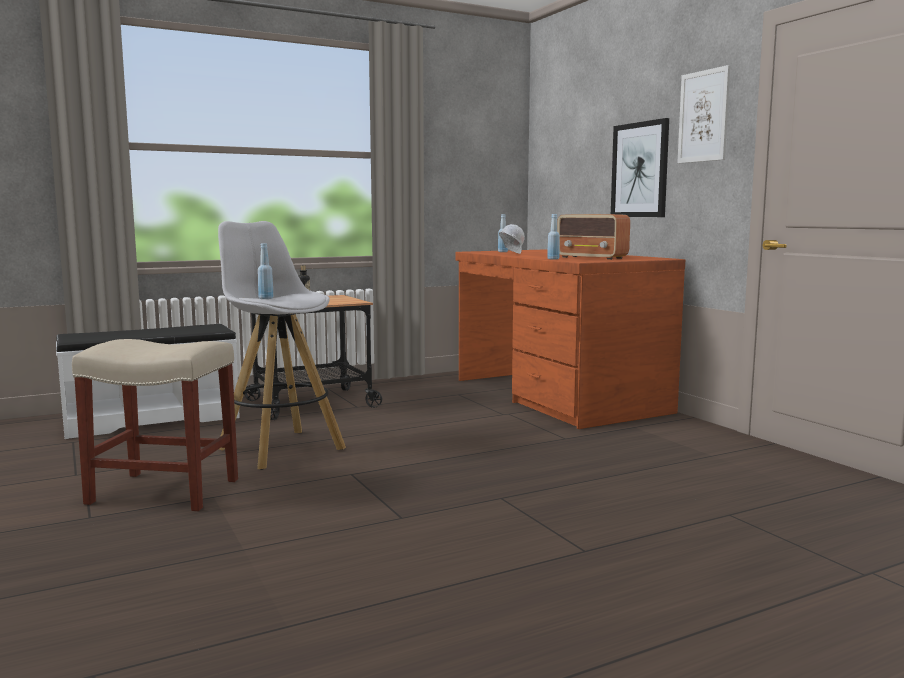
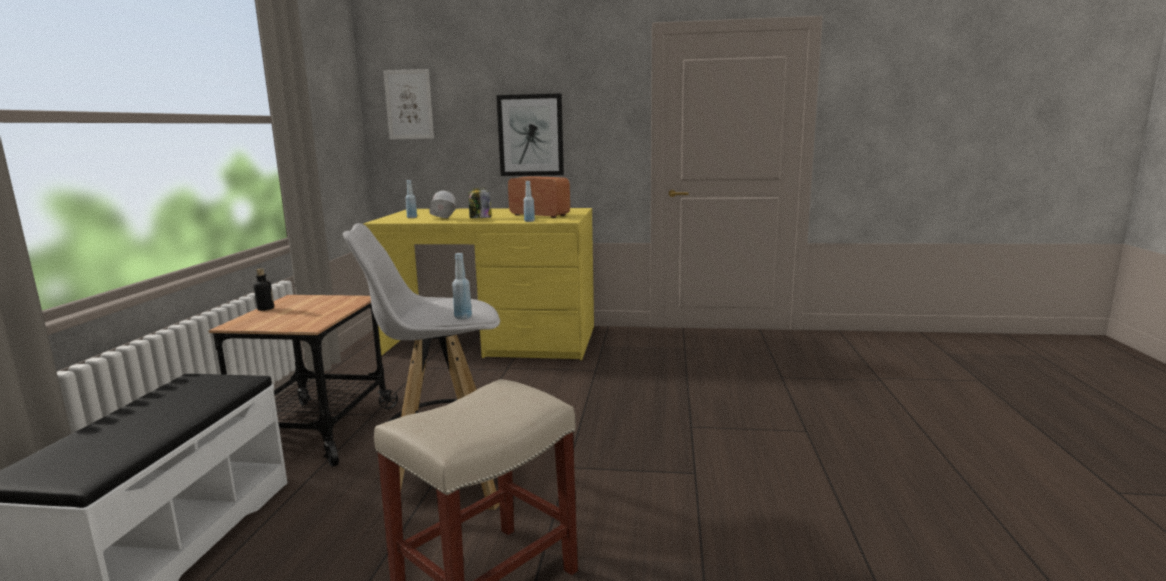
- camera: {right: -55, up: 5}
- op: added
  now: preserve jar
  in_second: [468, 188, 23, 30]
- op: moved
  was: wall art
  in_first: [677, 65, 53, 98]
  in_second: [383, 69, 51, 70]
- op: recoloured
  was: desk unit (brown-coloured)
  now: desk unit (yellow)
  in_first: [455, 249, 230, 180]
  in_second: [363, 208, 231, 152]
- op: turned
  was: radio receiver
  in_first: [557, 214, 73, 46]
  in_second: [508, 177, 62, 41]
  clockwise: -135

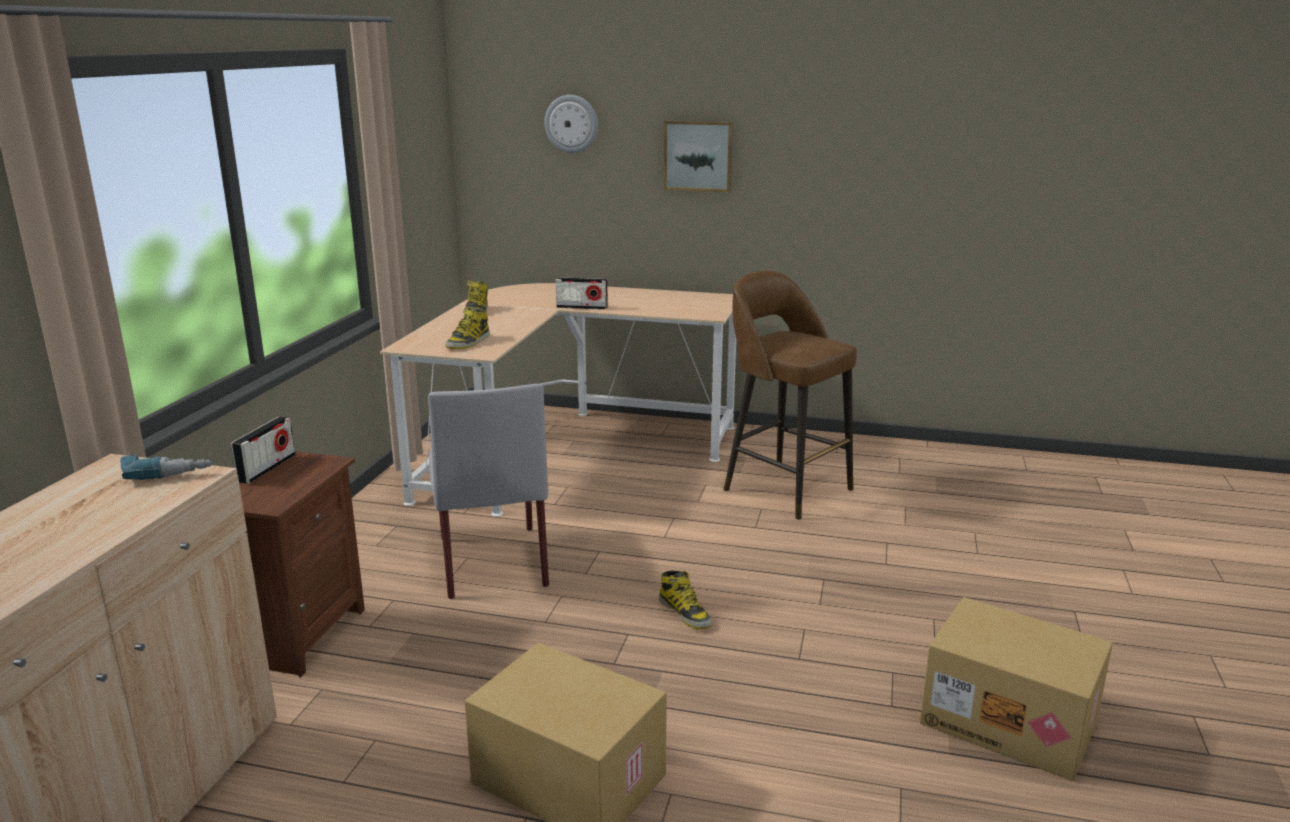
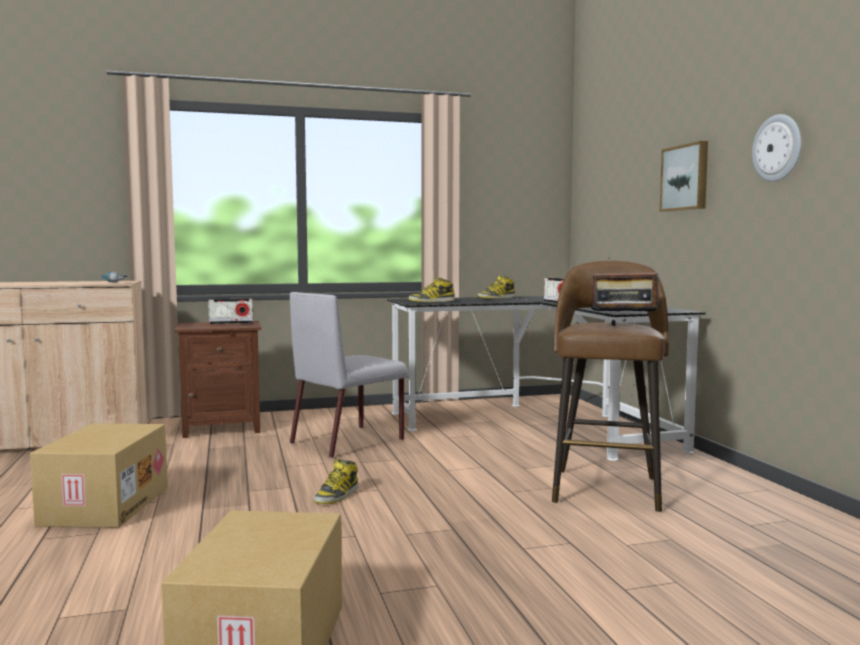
- camera: {right: 60, up: -15}
- op: added
  now: radio receiver
  in_second: [591, 258, 70, 68]
- op: moved
  was: clock on the wall
  in_first: [544, 95, 54, 58]
  in_second: [752, 114, 49, 68]
- op: recoloured
  was: desk unit (sand-coloured)
  now: desk unit (blackish)
  in_first: [380, 283, 356, 234]
  in_second: [387, 296, 318, 165]

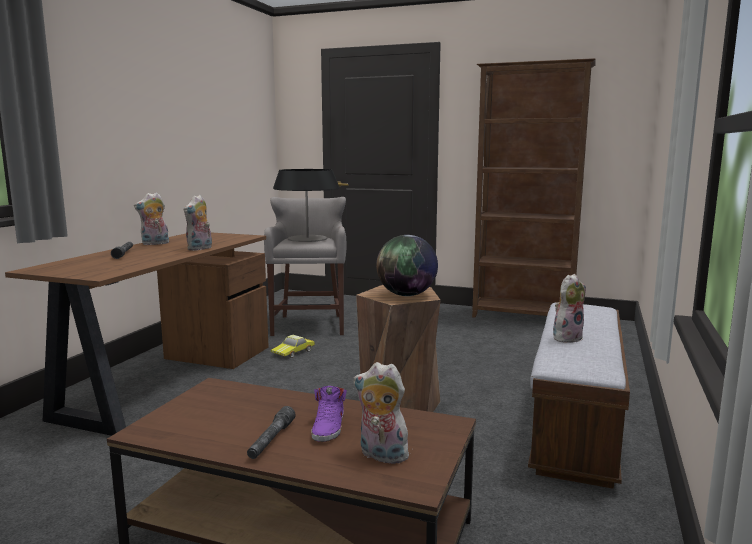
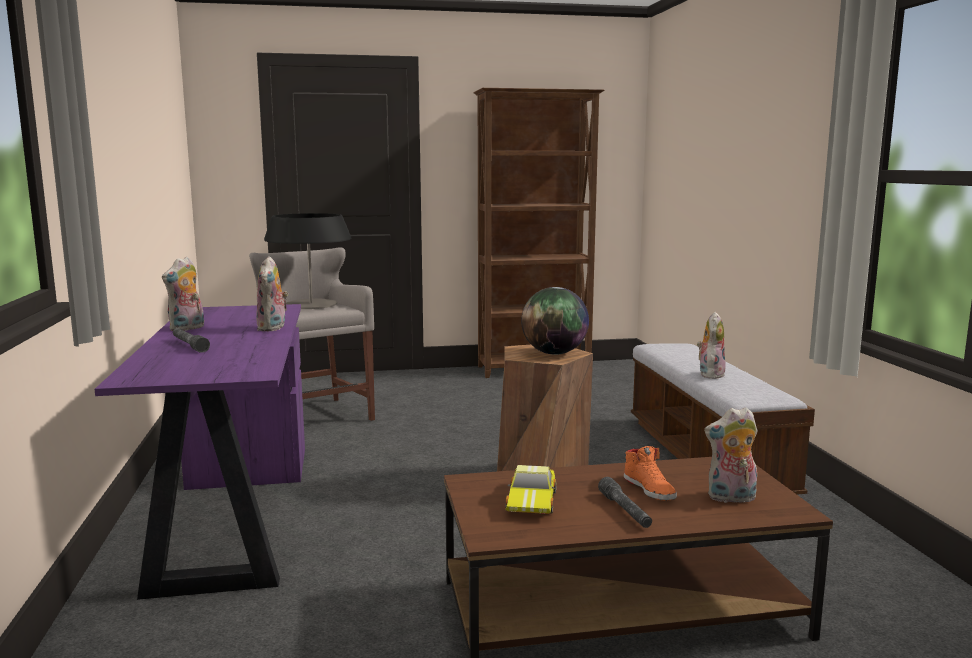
- camera: {right: -30, up: 0}
- op: moved
  was: miniature car
  in_first: [271, 335, 44, 23]
  in_second: [506, 465, 50, 49]
- op: recoloured
  was: desk unit (brown-coloured)
  now: desk unit (purple)
  in_first: [5, 232, 264, 204]
  in_second: [94, 304, 211, 296]
- op: recoloured
  was: item of footwear (purple)
  now: item of footwear (orangey)
  in_first: [311, 386, 36, 56]
  in_second: [624, 446, 53, 55]

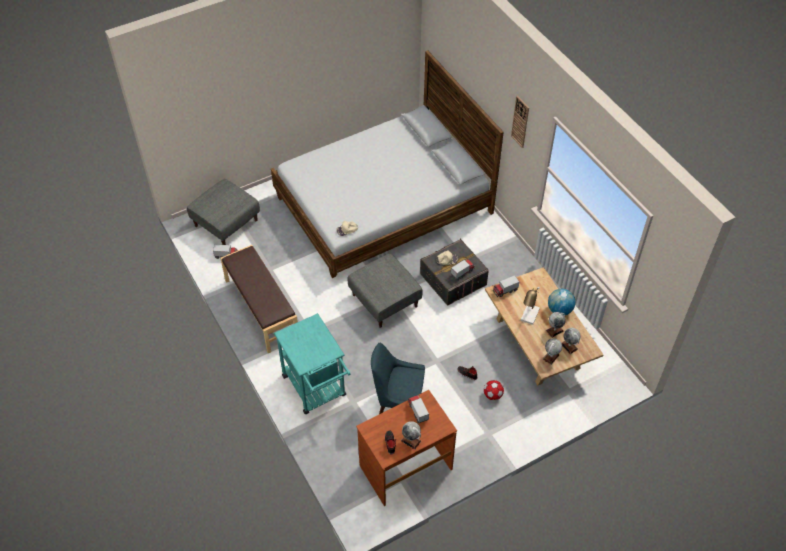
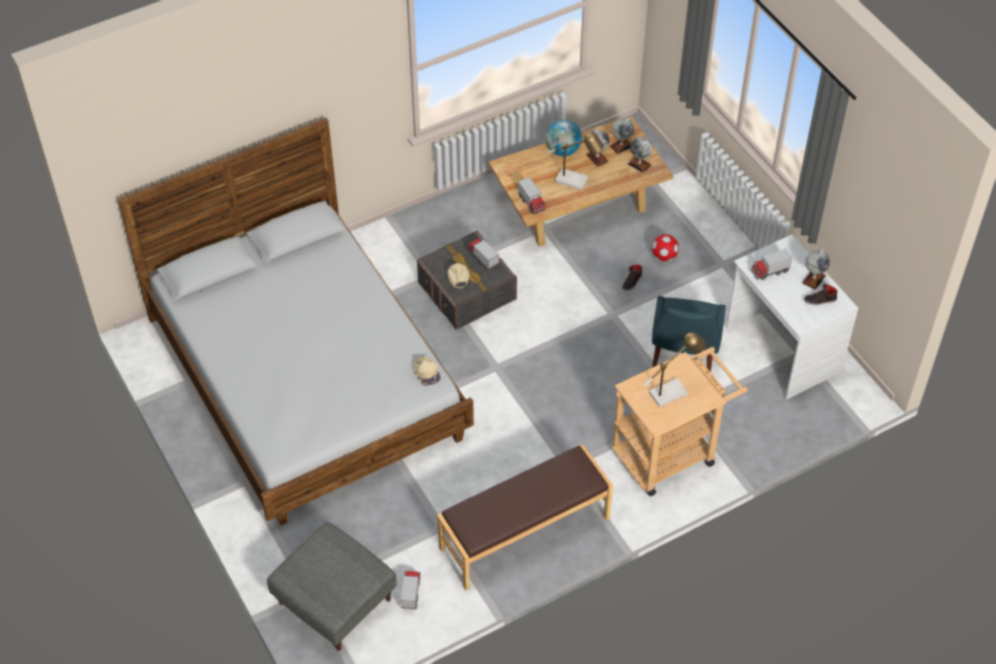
- camera: {right: -90, up: 0}
- op: removed
  was: footrest (gray)
  in_first: [347, 254, 76, 74]
- op: removed
  was: clock on the wall
  in_first: [511, 96, 18, 52]
- op: added
  now: tabletop lamp
  in_second: [643, 332, 63, 75]
- op: recoloured
  was: wheeled cart (turquoise)
  now: wheeled cart (sand-coloured)
  in_first: [274, 313, 76, 101]
  in_second: [612, 347, 136, 149]
- op: recoloured
  was: desk unit (brown-coloured)
  now: desk unit (white-coloured)
  in_first: [356, 390, 101, 116]
  in_second: [726, 235, 132, 165]

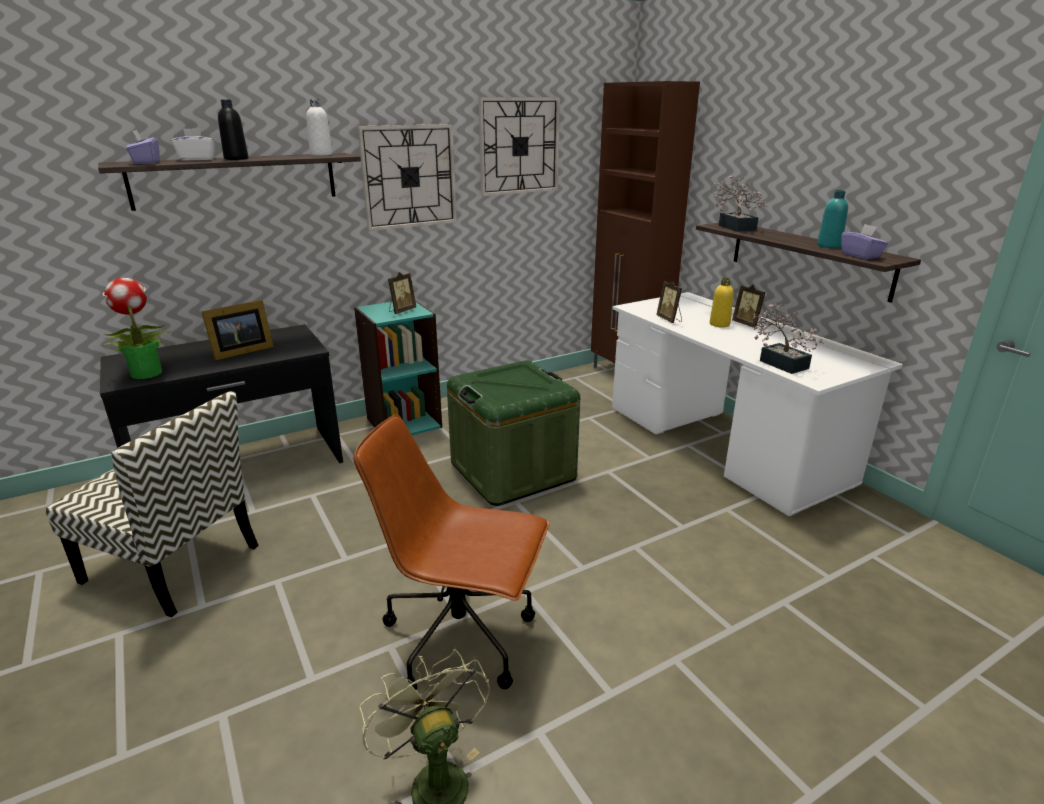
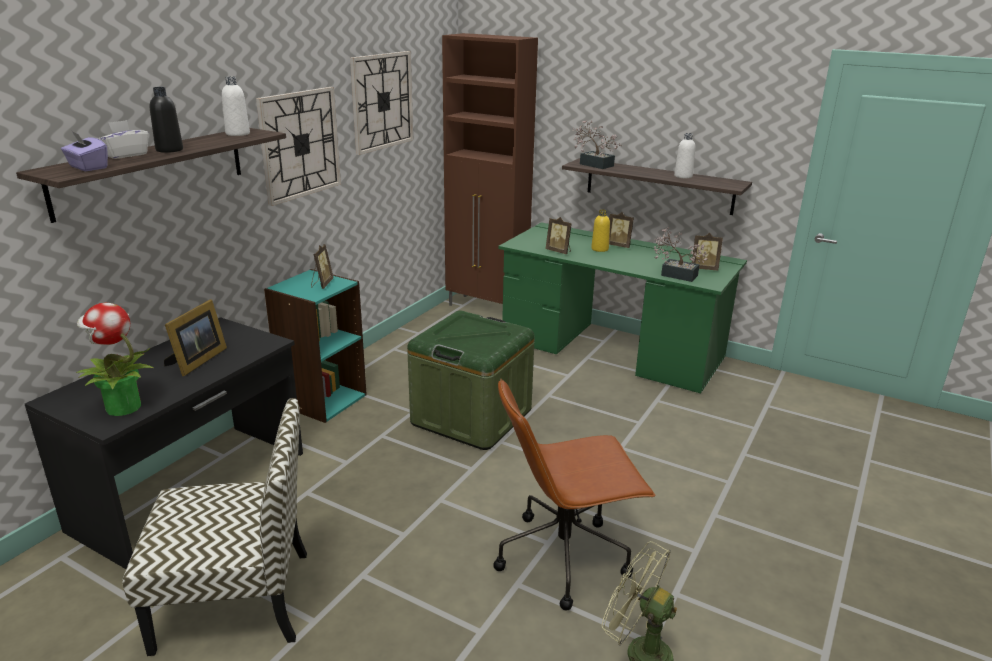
- camera: {right: -30, up: 0}
- op: removed
  was: tissue box (purple)
  in_first: [841, 224, 47, 35]
- op: added
  now: standing frame
  in_second: [692, 233, 31, 37]
- op: recoloured
  was: desk unit (white-coloured)
  now: desk unit (green)
  in_first: [612, 292, 291, 224]
  in_second: [498, 222, 249, 171]
- op: recoloured
  was: drink bottle (turquoise)
  now: drink bottle (white-coloured)
  in_first: [817, 190, 31, 58]
  in_second: [674, 133, 21, 45]

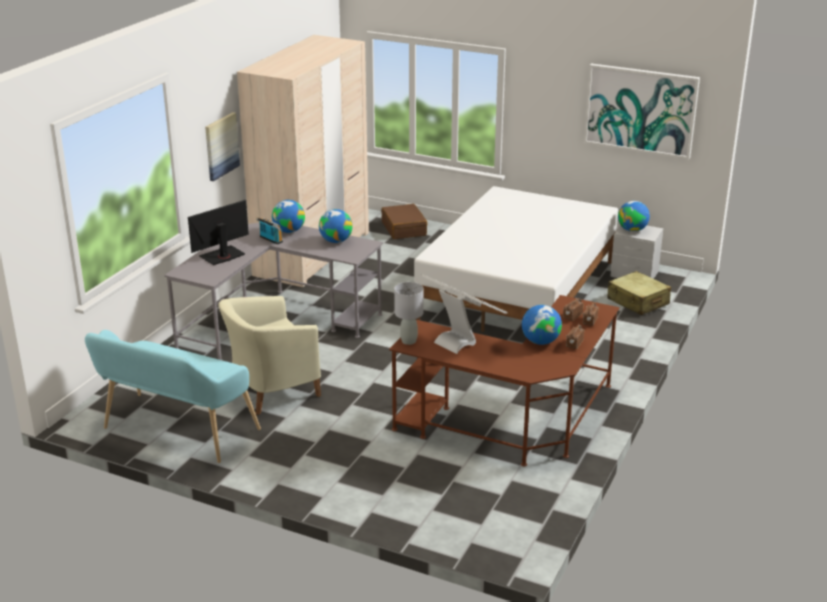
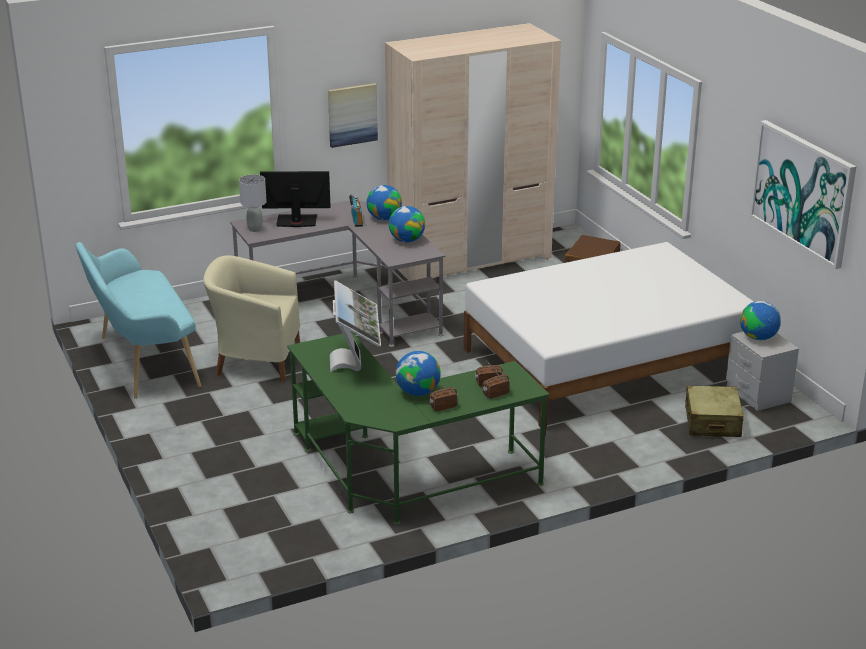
- camera: {right: 40, up: 0}
- op: moved
  was: tabletop lamp (gray)
  in_first: [394, 282, 30, 63]
  in_second: [239, 174, 28, 58]
- op: recoloured
  was: desk unit (brown-coloured)
  now: desk unit (green)
  in_first: [389, 295, 231, 172]
  in_second: [287, 332, 263, 193]

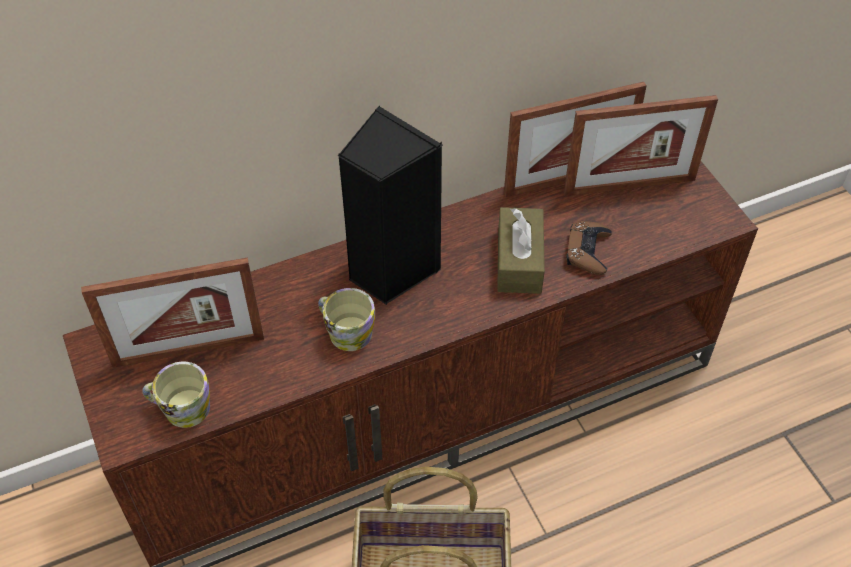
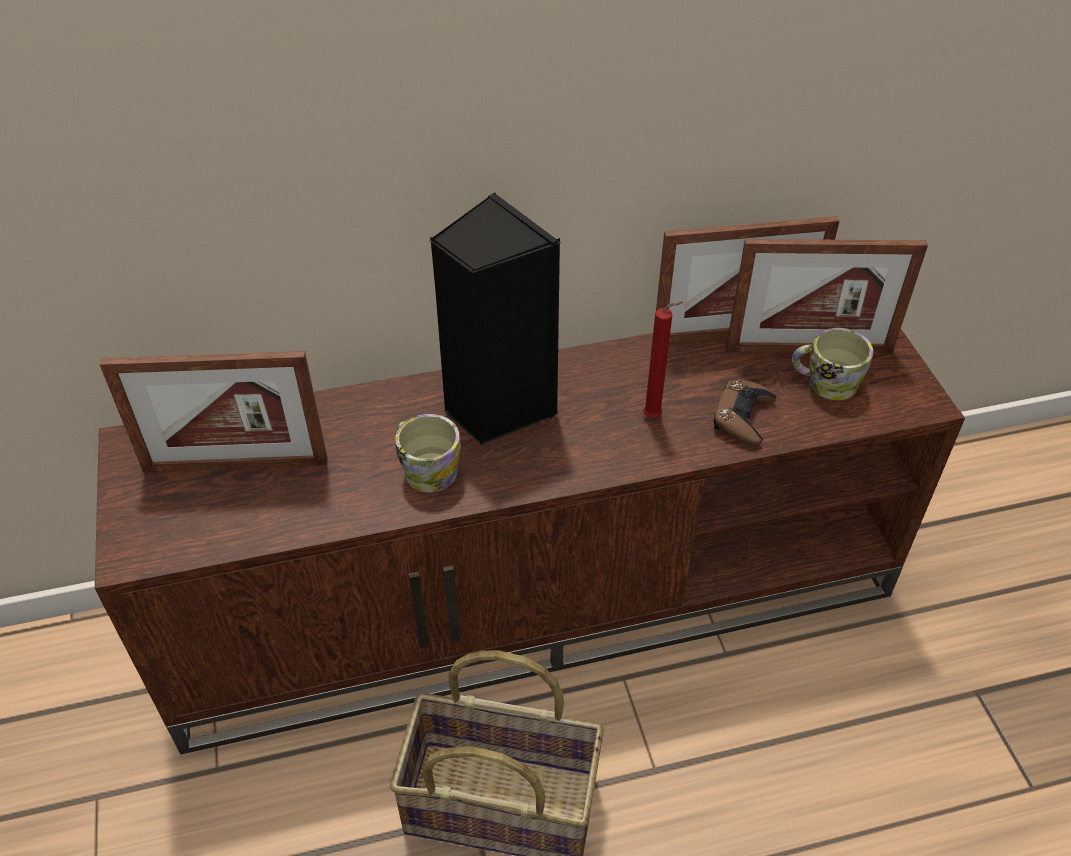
- camera: {right: 10, up: -5}
- op: moved
  was: tea mug
  in_first: [142, 362, 68, 66]
  in_second: [792, 328, 81, 72]
- op: replaced
  was: tissue box (brown-coloured)
  now: candle (reddish)
  in_first: [497, 207, 48, 87]
  in_second: [643, 301, 40, 117]

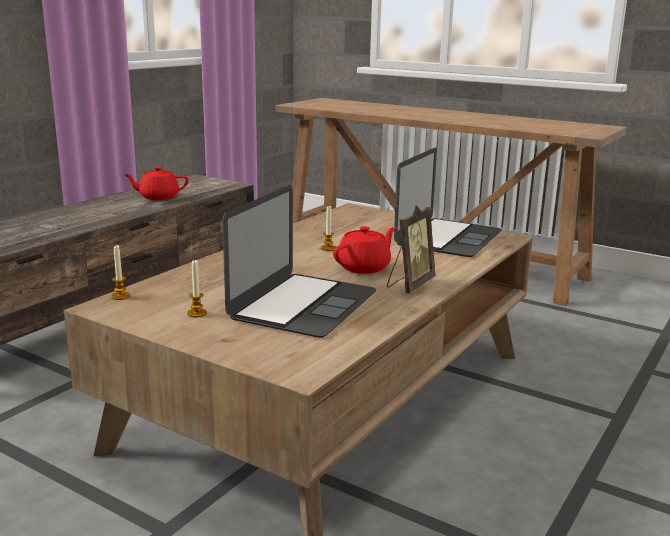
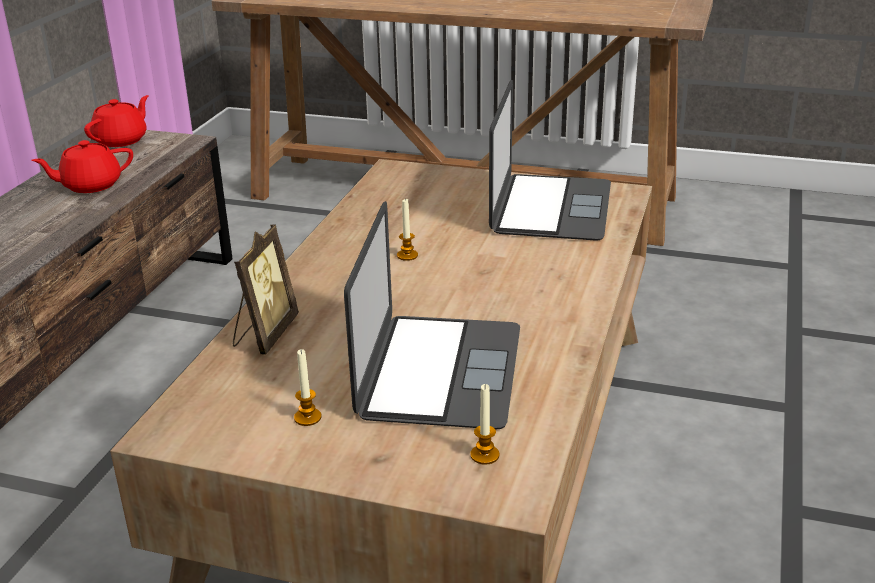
- camera: {right: -15, up: 10}
- op: moved
  was: candle
  in_first: [111, 245, 19, 55]
  in_second: [470, 384, 29, 81]
- op: moved
  was: pot for tea (reddish)
  in_first: [333, 226, 63, 48]
  in_second: [84, 95, 64, 52]
- op: moved
  was: standing frame
  in_first: [387, 205, 48, 88]
  in_second: [233, 224, 66, 130]

